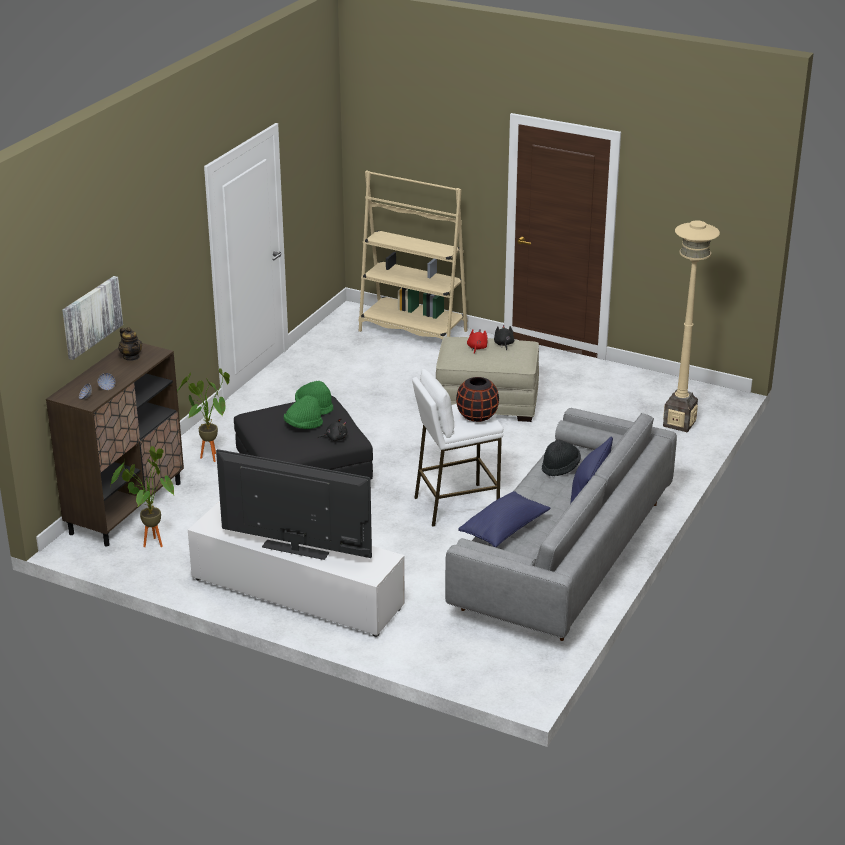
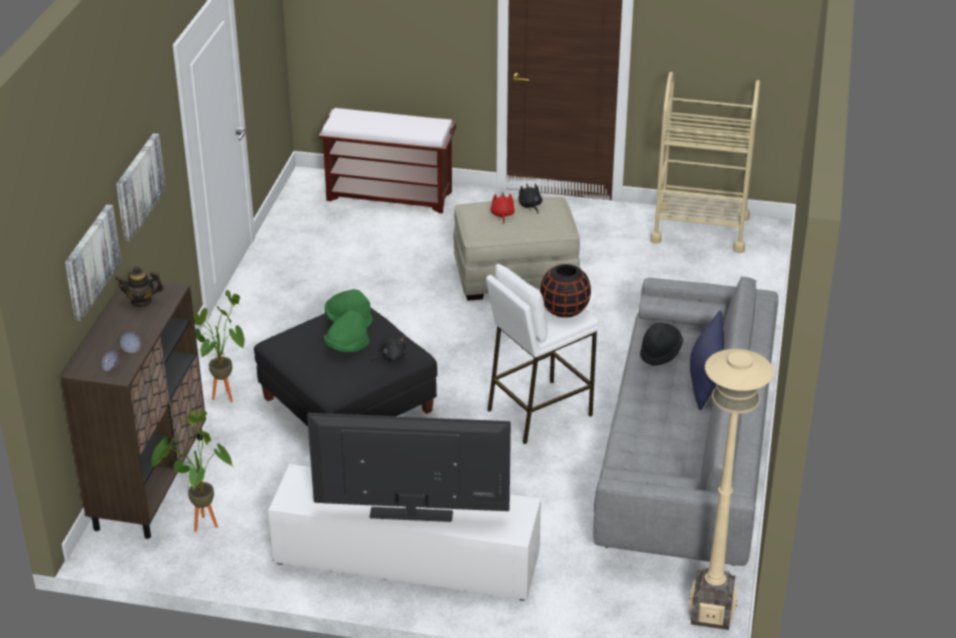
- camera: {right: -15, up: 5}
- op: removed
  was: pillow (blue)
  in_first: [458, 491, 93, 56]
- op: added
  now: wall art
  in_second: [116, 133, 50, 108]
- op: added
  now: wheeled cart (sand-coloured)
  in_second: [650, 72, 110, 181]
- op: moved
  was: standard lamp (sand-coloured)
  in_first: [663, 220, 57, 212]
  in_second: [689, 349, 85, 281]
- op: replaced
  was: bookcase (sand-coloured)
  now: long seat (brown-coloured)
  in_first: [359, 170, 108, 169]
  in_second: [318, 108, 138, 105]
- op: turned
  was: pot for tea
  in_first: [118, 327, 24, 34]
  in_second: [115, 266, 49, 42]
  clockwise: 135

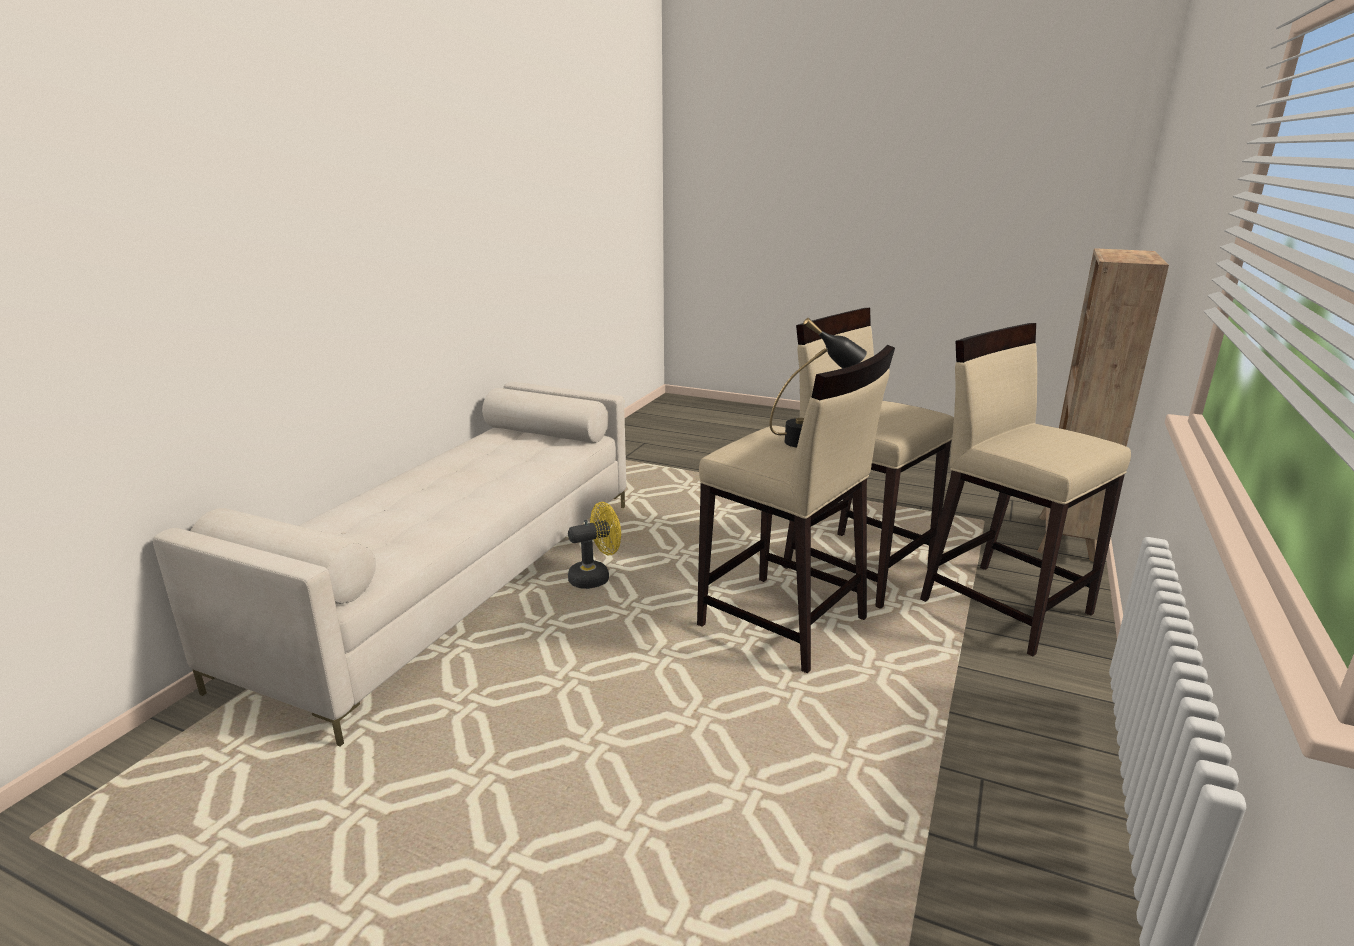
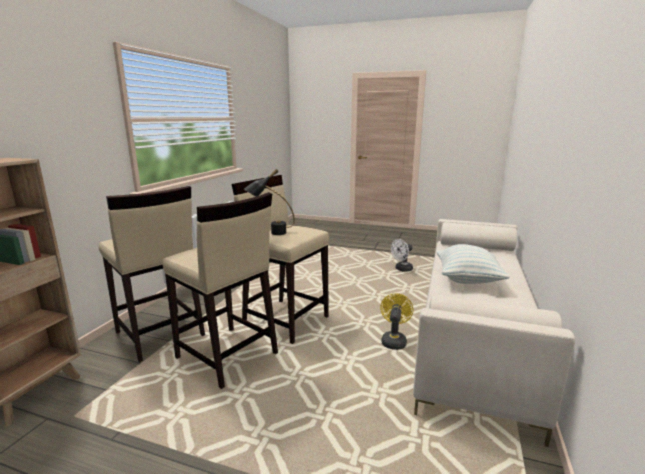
- camera: {right: 175, up: -5}
- op: added
  now: fan (white-coloured)
  in_second: [391, 239, 22, 33]
- op: added
  now: pillow
  in_second: [436, 244, 74, 40]
- op: turned
  was: fan (yellow)
  in_first: [568, 502, 53, 87]
  in_second: [380, 293, 34, 57]
  clockwise: 135

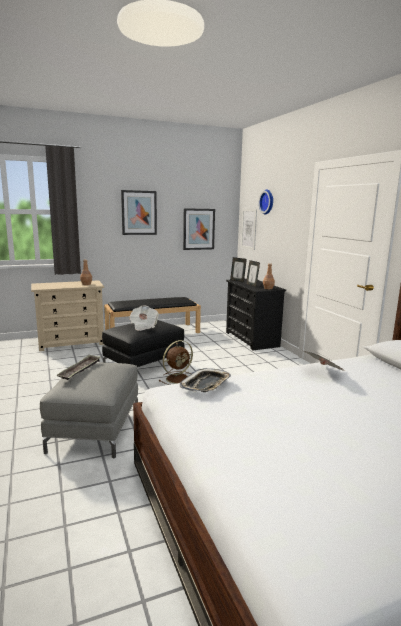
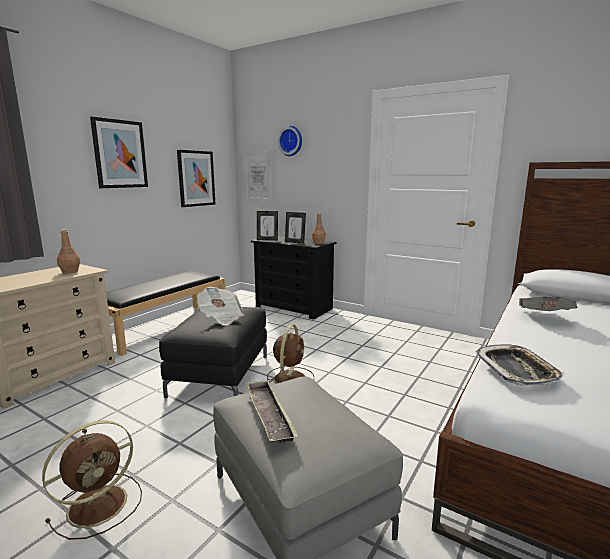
- camera: {right: -35, up: 0}
- op: added
  now: fan (brown-coloured)
  in_second: [42, 420, 100, 120]

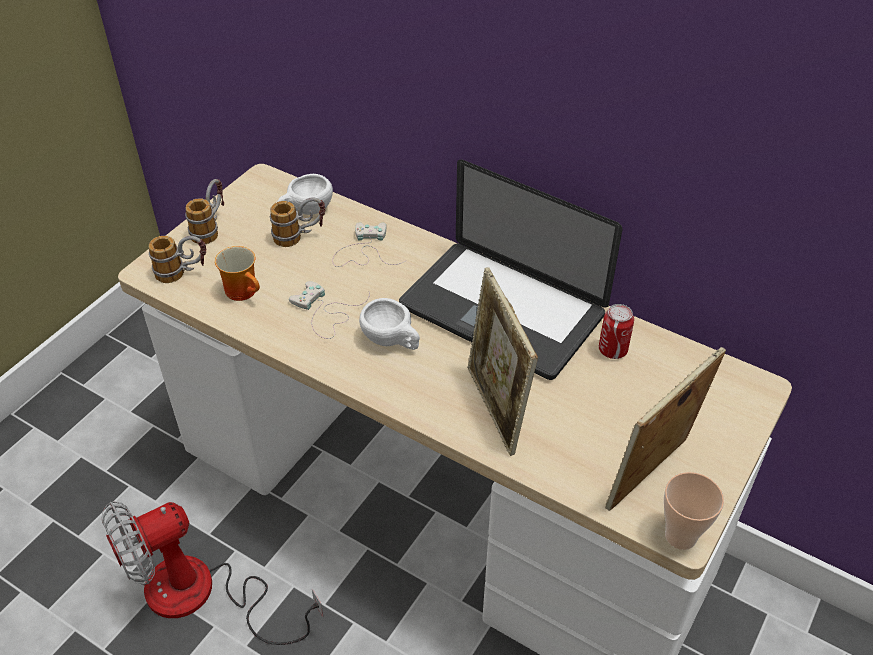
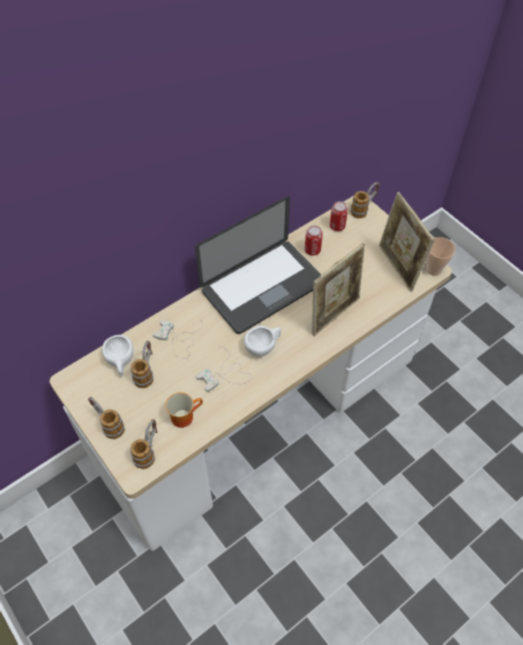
- camera: {right: -70, up: 10}
- op: removed
  was: fan
  in_first: [102, 502, 222, 143]
- op: added
  now: sealed can
  in_second: [330, 201, 18, 30]
- op: added
  now: tea mug
  in_second: [351, 182, 29, 36]
- op: turned
  was: standing frame
  in_first: [467, 267, 71, 189]
  in_second: [312, 243, 53, 93]
  clockwise: -45

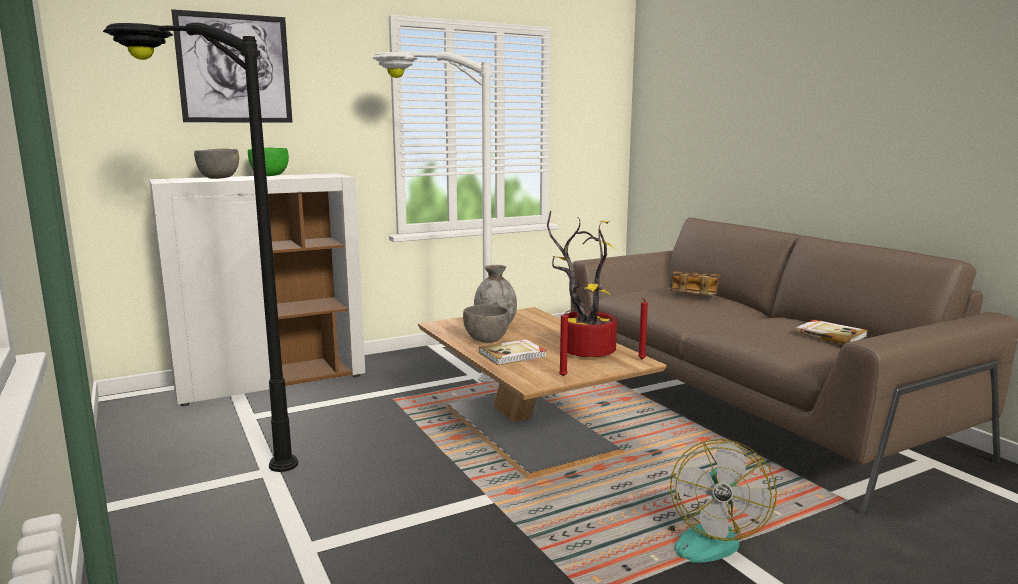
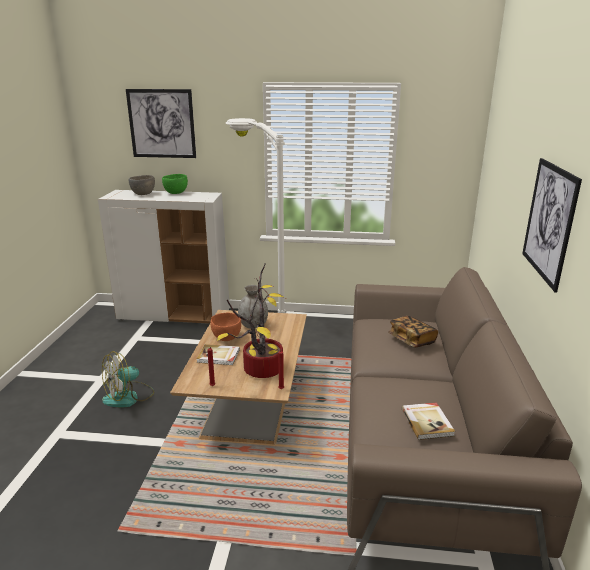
- camera: {right: 35, up: 10}
- op: removed
  was: standard lamp (blackish)
  in_first: [103, 22, 195, 450]
- op: added
  now: wall art
  in_second: [522, 158, 60, 134]
- op: moved
  was: fan
  in_first: [667, 439, 110, 124]
  in_second: [102, 351, 52, 57]
- op: recoloured
  was: bowl (gray)
  now: bowl (orangey)
  in_first: [463, 304, 47, 39]
  in_second: [211, 313, 30, 28]

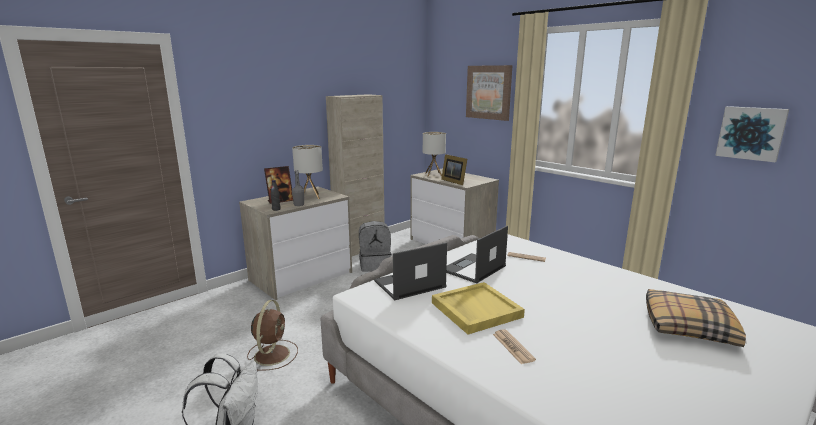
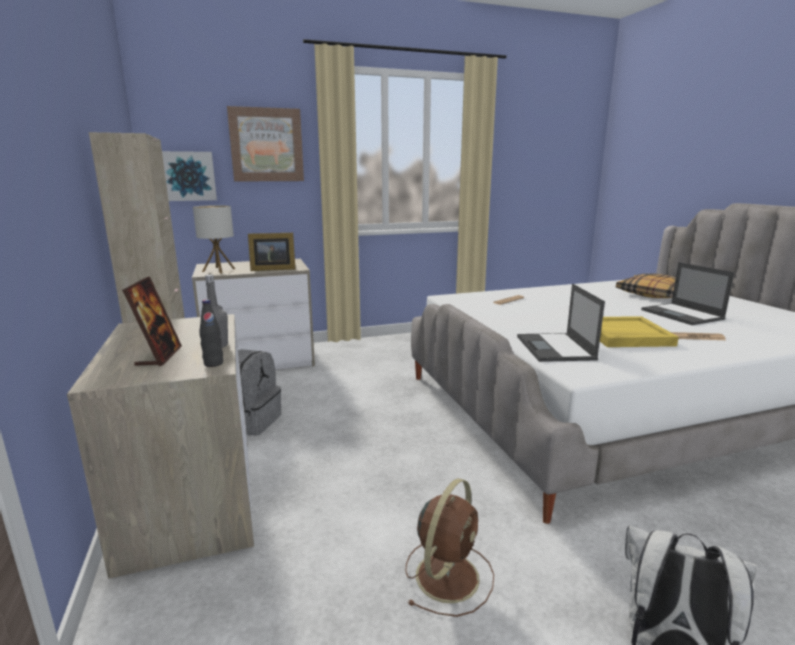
- camera: {right: -65, up: 0}
- op: removed
  was: tabletop lamp
  in_first: [292, 145, 31, 54]
- op: moved
  was: notebook computer
  in_first: [446, 225, 62, 59]
  in_second: [641, 262, 93, 63]
- op: moved
  was: wall art
  in_first: [715, 106, 74, 56]
  in_second: [162, 151, 55, 50]
- op: turned
  was: fan (brown-coloured)
  in_first: [247, 300, 51, 71]
  in_second: [405, 478, 89, 139]
  clockwise: 90

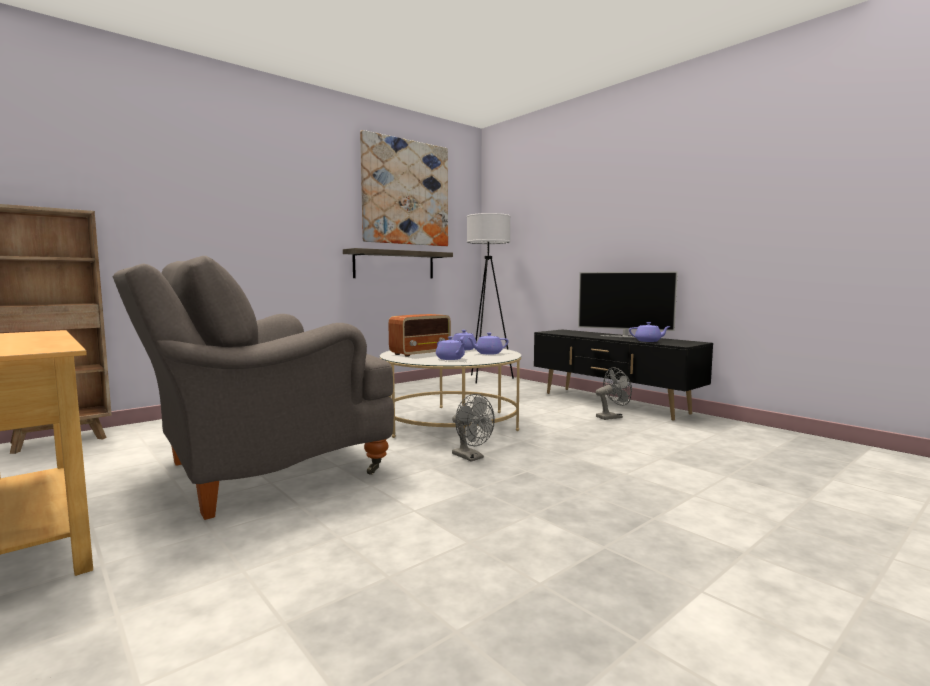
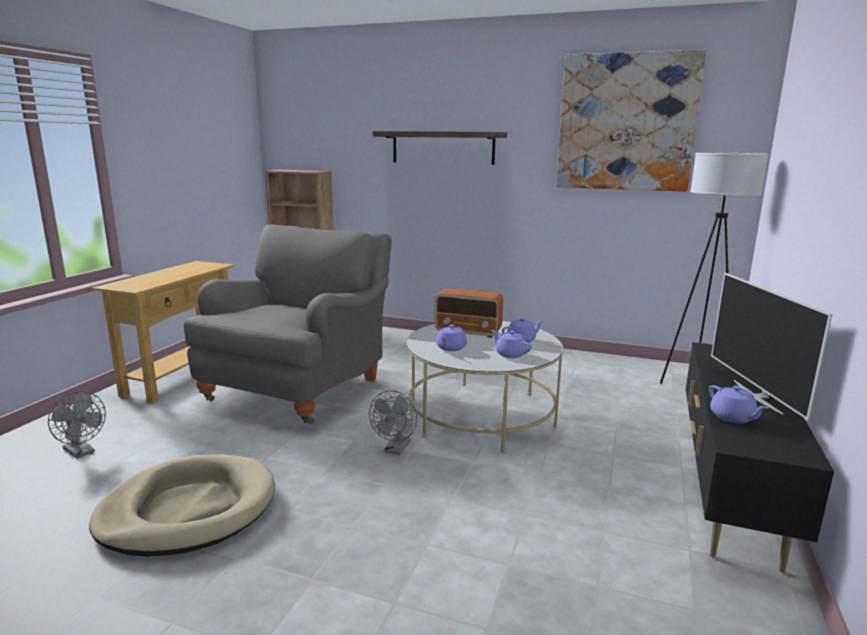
- camera: {right: 60, up: 10}
- op: added
  now: dog cushion (sand-coloured)
  in_second: [89, 454, 186, 103]
- op: moved
  was: bracket shelf
  in_first: [343, 248, 110, 31]
  in_second: [373, 131, 134, 34]
- op: moved
  was: fan (gray)
  in_first: [595, 367, 37, 53]
  in_second: [48, 391, 58, 68]
- op: turned
  was: armchair (gray)
  in_first: [113, 256, 281, 264]
  in_second: [184, 224, 208, 200]
  clockwise: 90

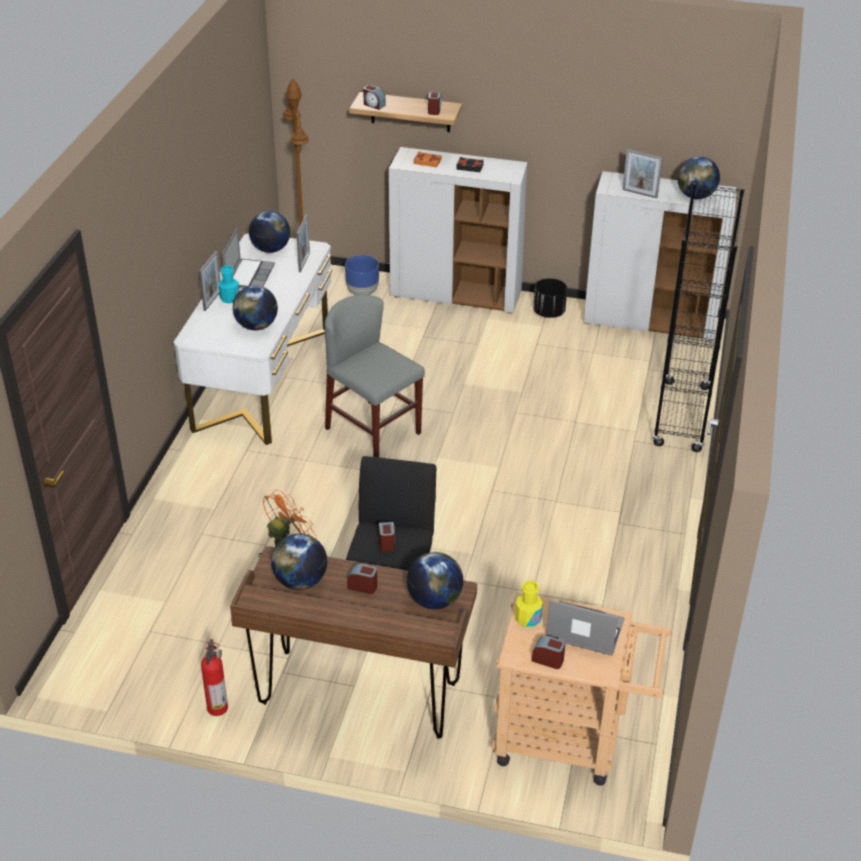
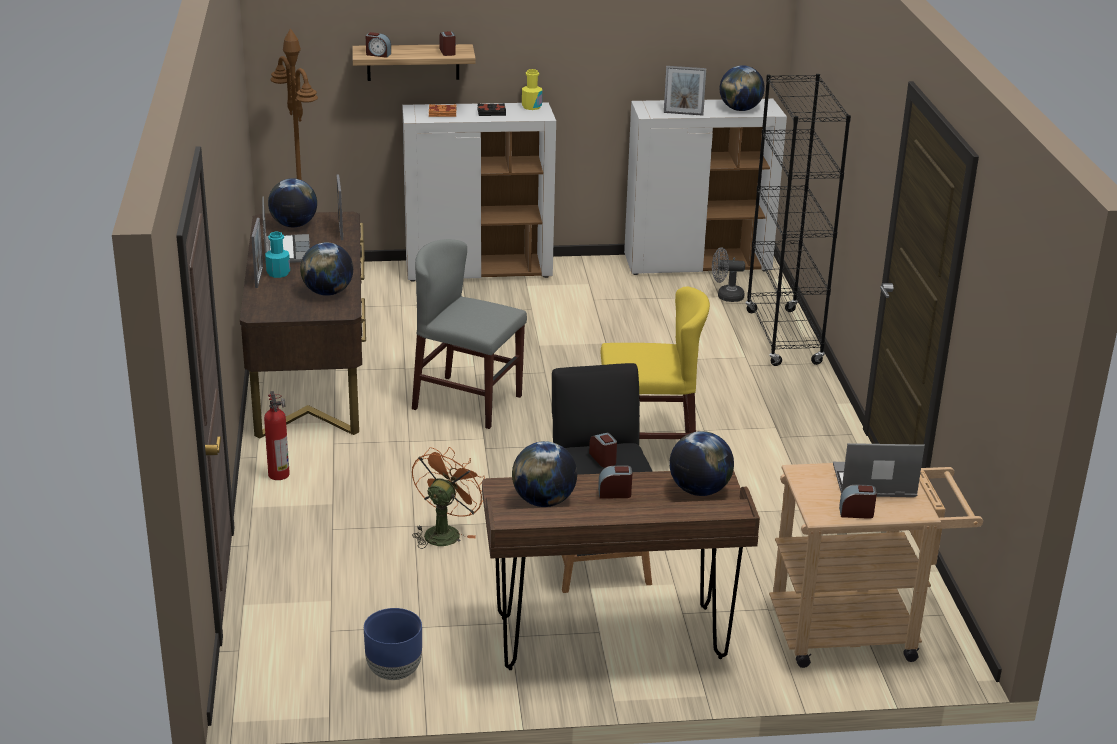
- camera: {right: -20, up: -10}
- op: removed
  was: flower pot (blackish)
  in_first: [533, 278, 34, 40]
- op: added
  now: upright chair (yellow)
  in_second: [601, 287, 109, 152]
- op: added
  now: fan (gray)
  in_second: [712, 247, 33, 55]
- op: moved
  was: fire-fighting cylinder
  in_first: [201, 639, 27, 77]
  in_second: [264, 391, 26, 89]
- op: moved
  was: flower pot (blue)
  in_first: [345, 255, 34, 40]
  in_second: [364, 608, 58, 72]
- op: moved
  was: drink bottle (yellow)
  in_first: [515, 580, 28, 48]
  in_second: [522, 69, 20, 41]
- op: recoloured
  was: desk unit (white-coloured)
  now: desk unit (brown-coloured)
  in_first: [173, 233, 159, 212]
  in_second: [240, 212, 126, 227]

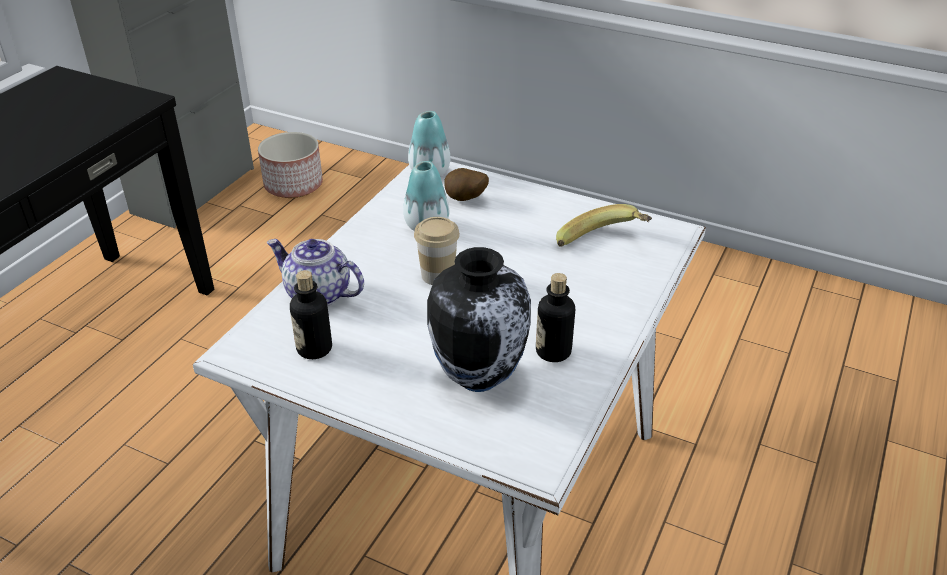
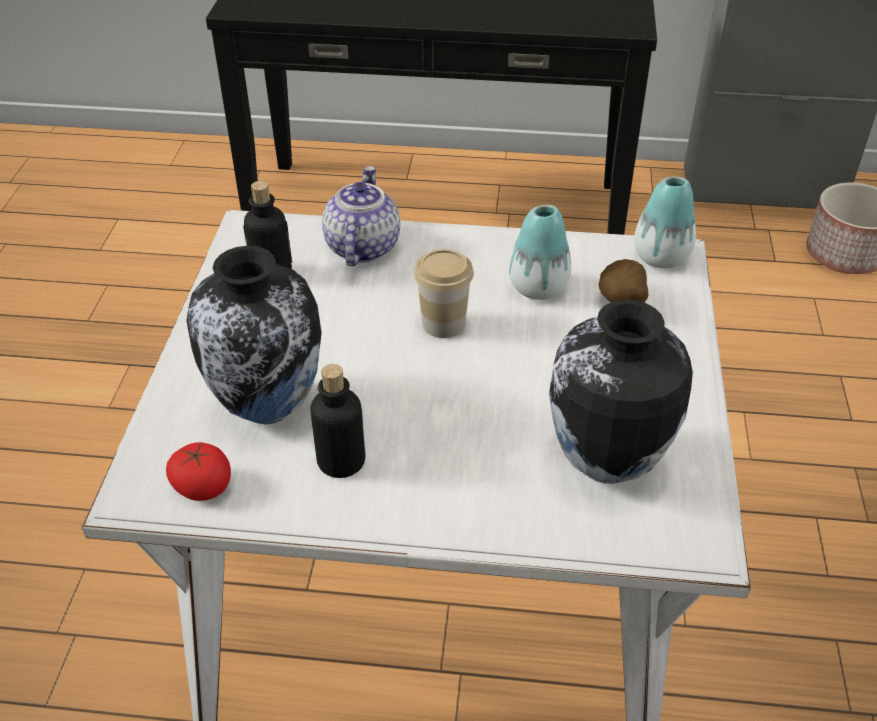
- camera: {right: 70, up: 5}
- op: added
  now: fresh tomato
  in_second: [166, 442, 65, 59]
- op: replaced
  was: banana fruit
  now: decorative vase
  in_first: [556, 204, 96, 43]
  in_second: [549, 300, 144, 184]

